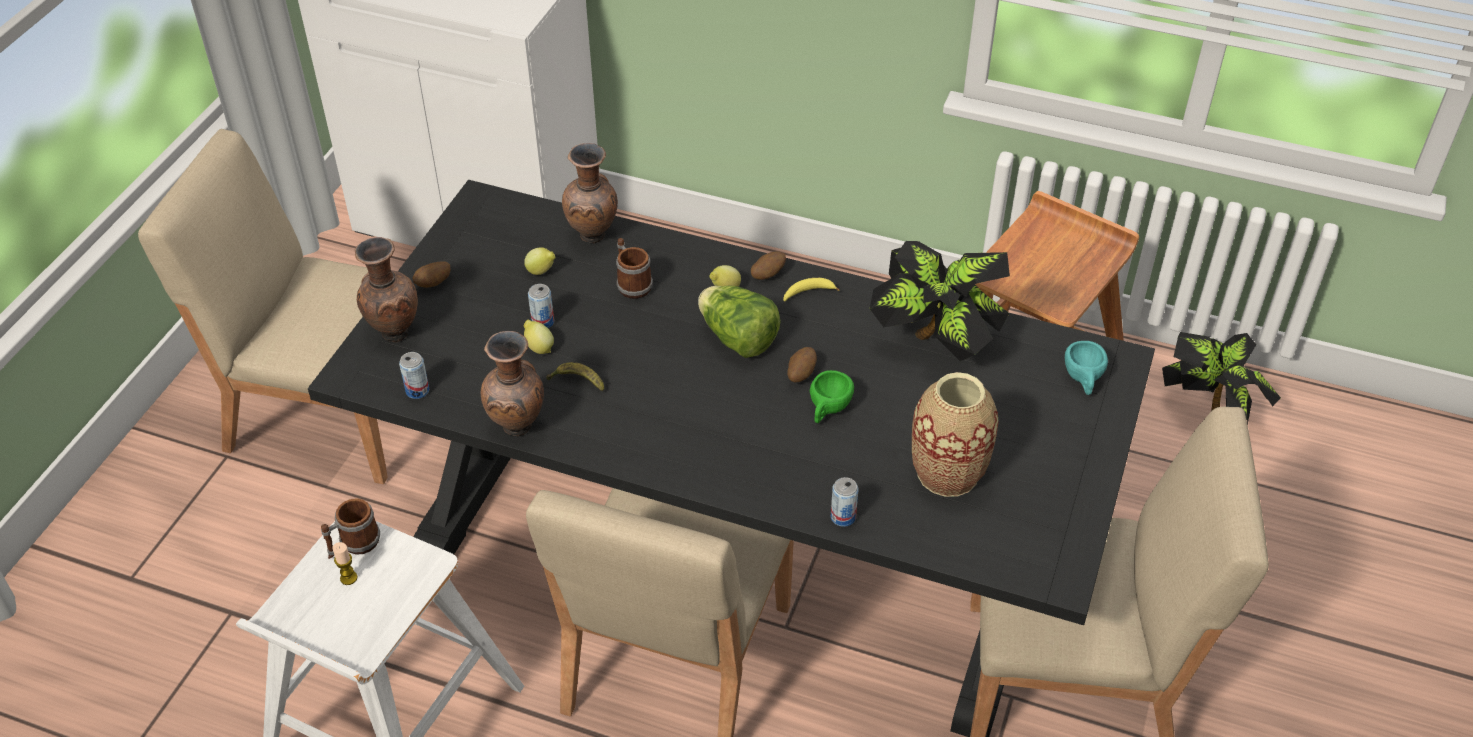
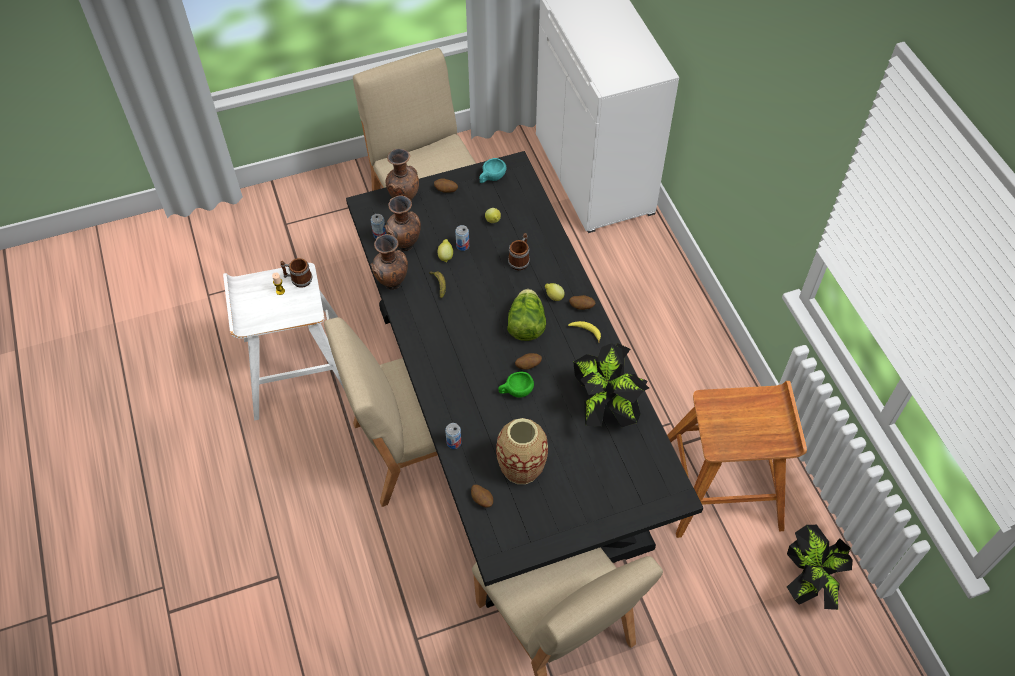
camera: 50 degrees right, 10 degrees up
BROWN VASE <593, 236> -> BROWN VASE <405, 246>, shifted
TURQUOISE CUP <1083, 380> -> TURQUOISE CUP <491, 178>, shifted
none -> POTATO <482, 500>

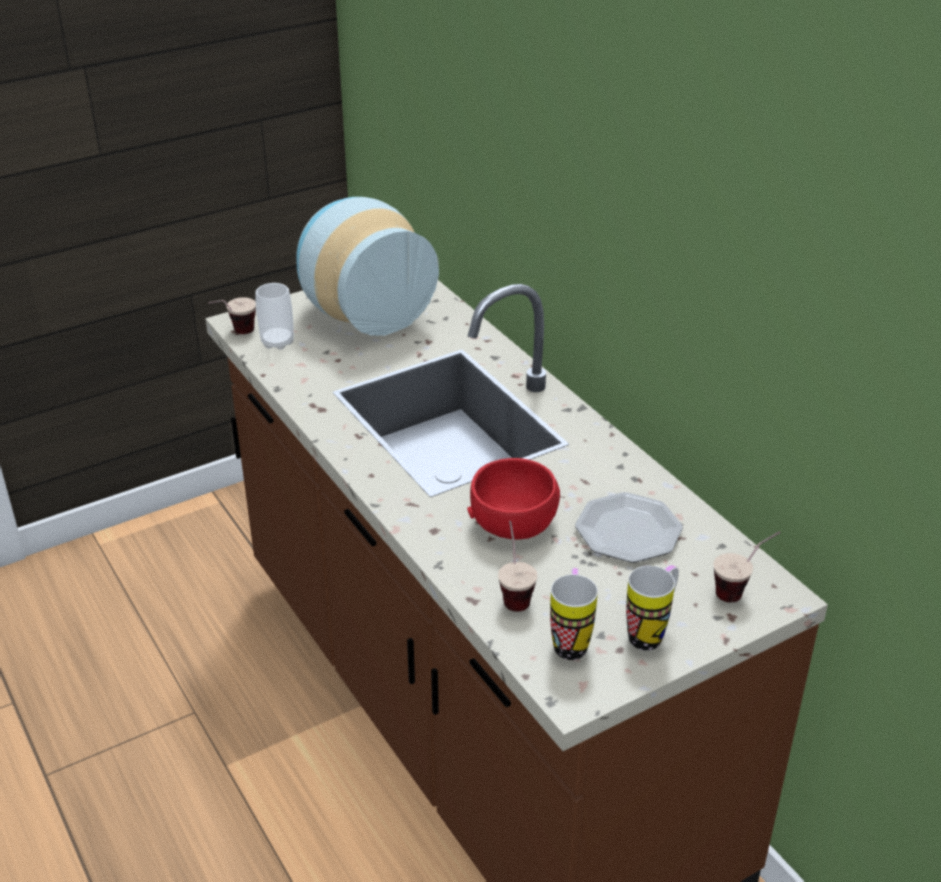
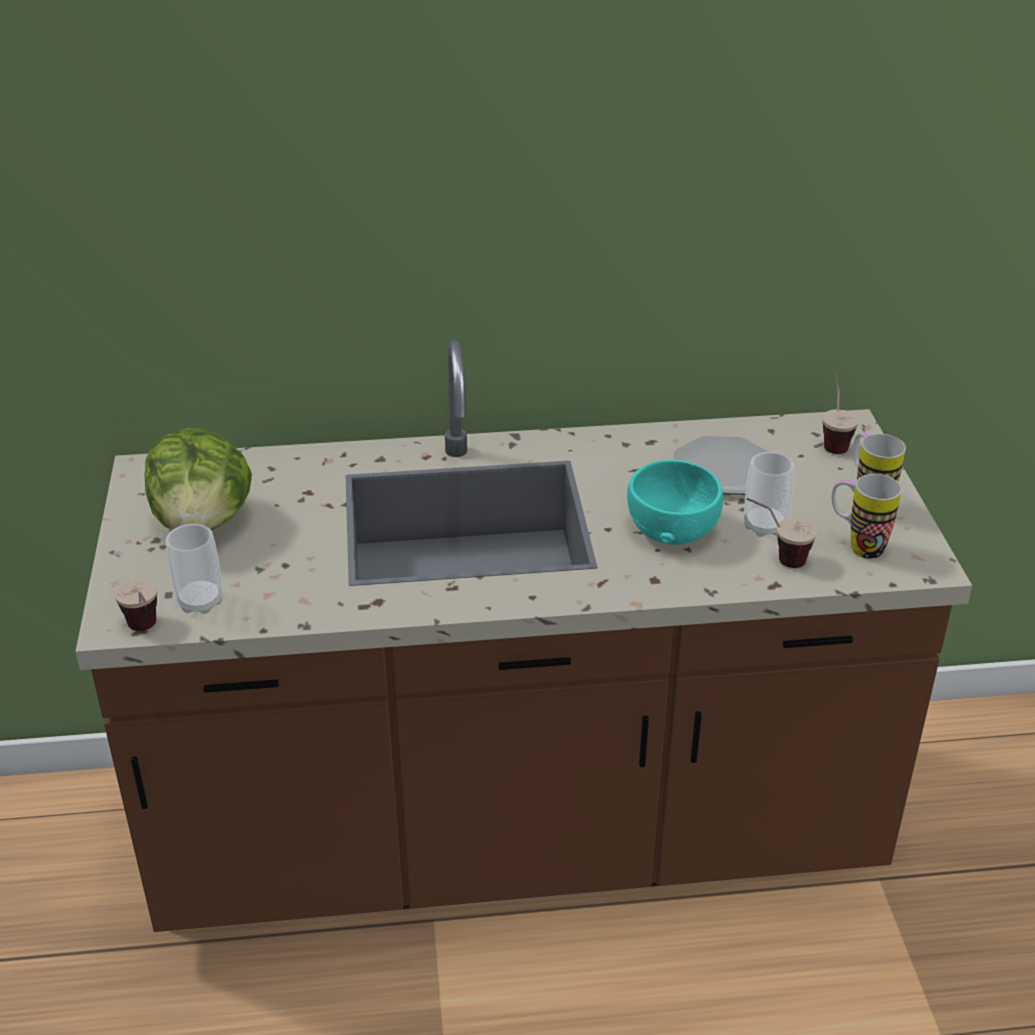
camera: 65 degrees left, 0 degrees up
VASE <363, 314> -> LETTUCE <203, 522>
RED BOWL <513, 522> -> TURQUOISE BOWL <671, 528>
none -> CUP <764, 526>

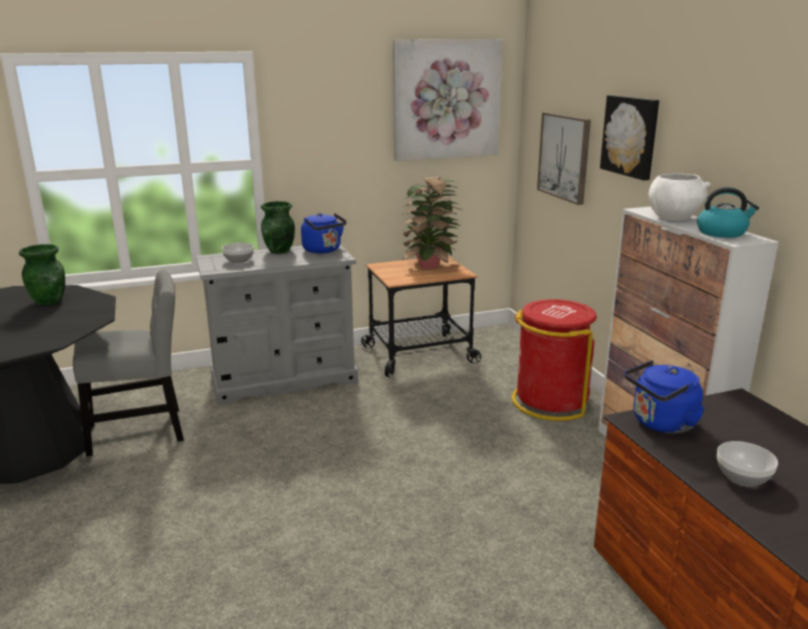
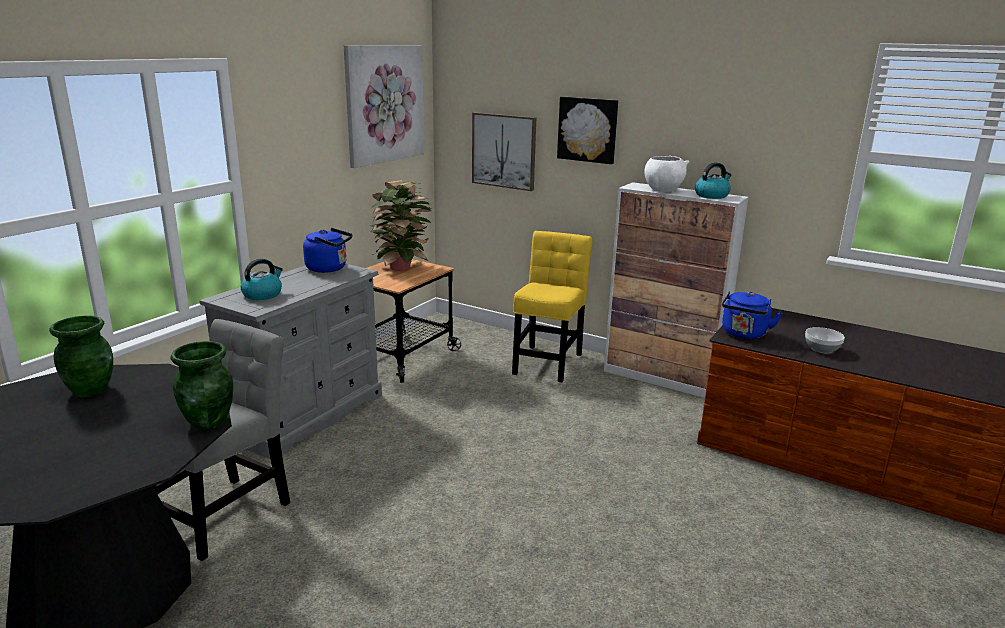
camera: 40 degrees left, 0 degrees up
BOWL <238, 260> -> KETTLE <263, 294>
GREEN VASE <280, 251> -> GREEN VASE <209, 422>, shifted
RED TRASH CAN <550, 401> -> YELLOW CHAIR <548, 361>

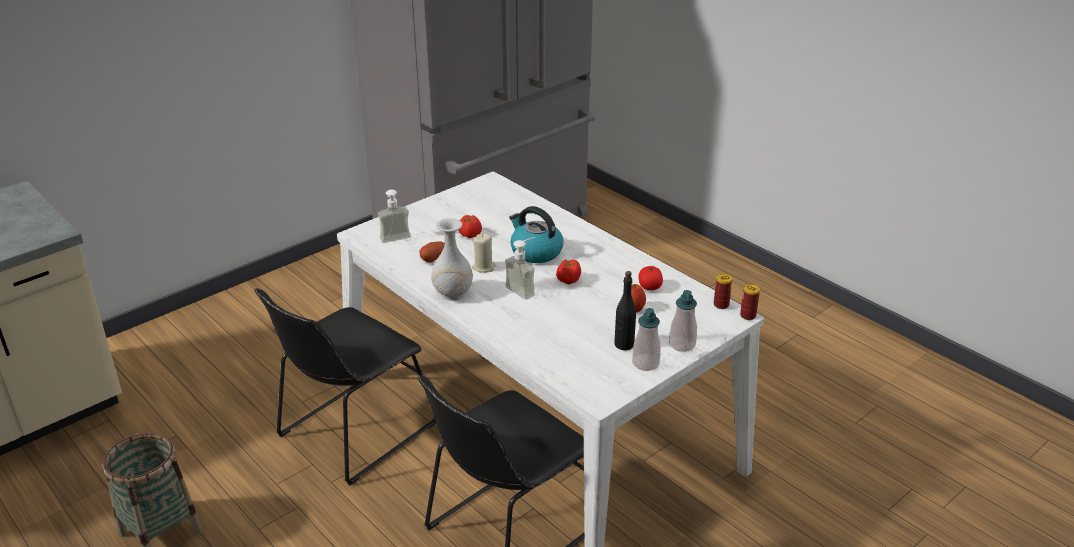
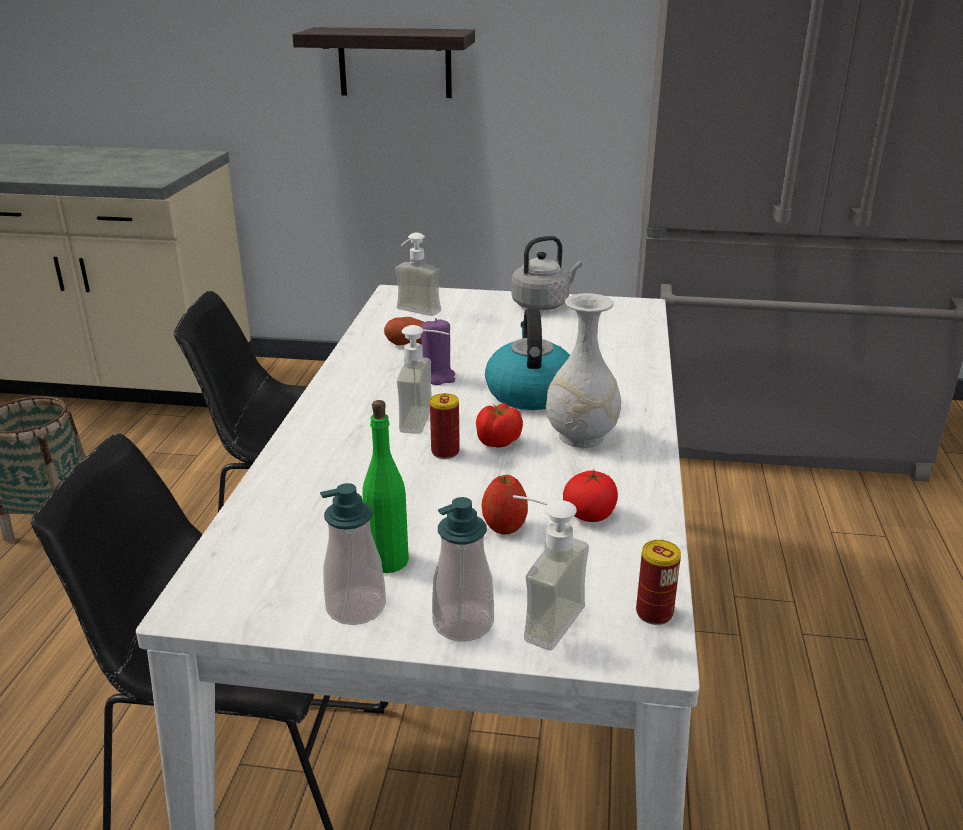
camera: 50 degrees right, 5 degrees down
WHITE VASE <452, 294> -> WHITE VASE <580, 437>, shifted
TOMATO <470, 235> -> none
BEIGE CANDLE <484, 267> -> PURPLE CANDLE <437, 377>
BLACK BOTTLE <624, 344> -> GREEN BOTTLE <387, 561>
CAN <748, 315> -> CAN <445, 452>, shifted
none -> SHELF <395, 62>
none -> GREY KETTLE <543, 304>
none -> SOAP DISPENSER <540, 618>

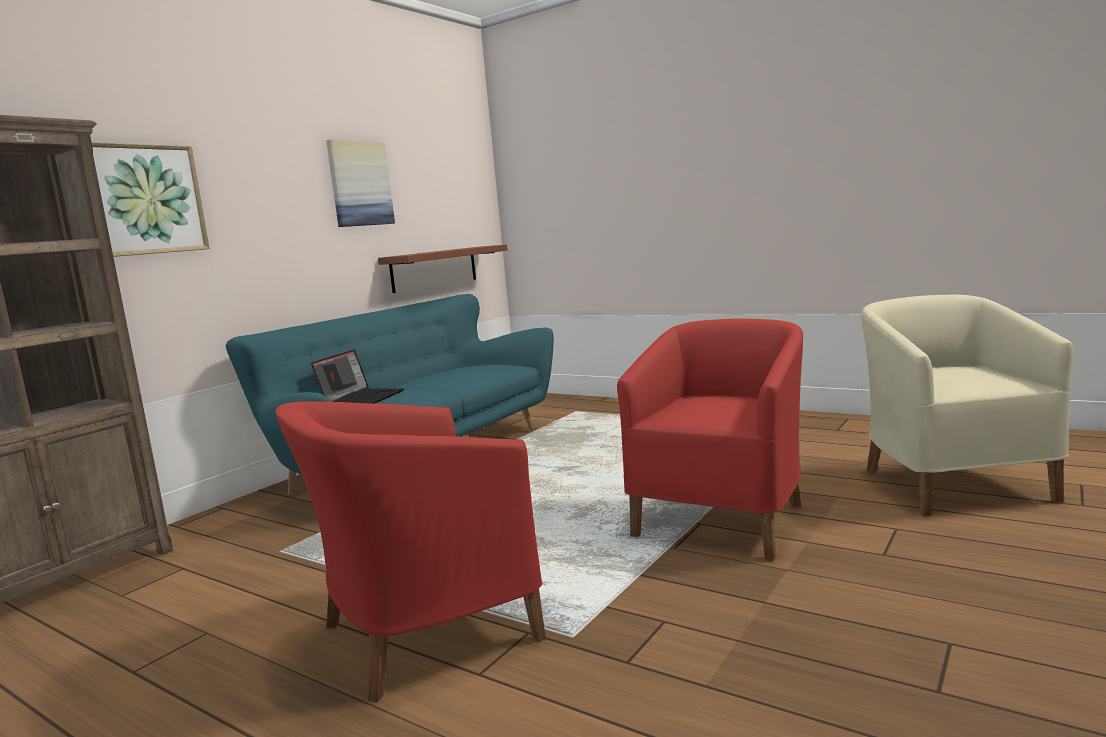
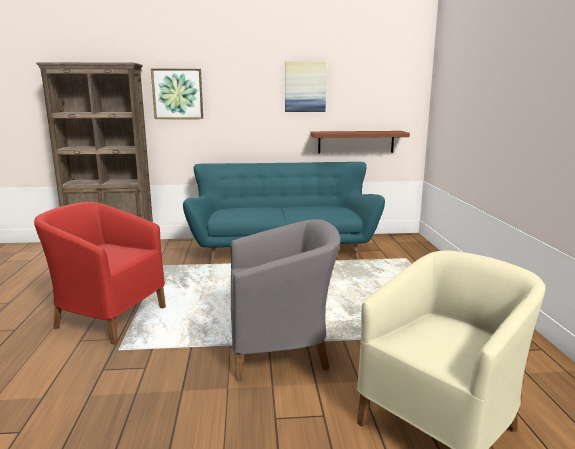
camera: 50 degrees right, 5 degrees up
LAPTOP <362, 399> -> none
RED ARMCHAIR <723, 519> -> GREY ARMCHAIR <281, 350>

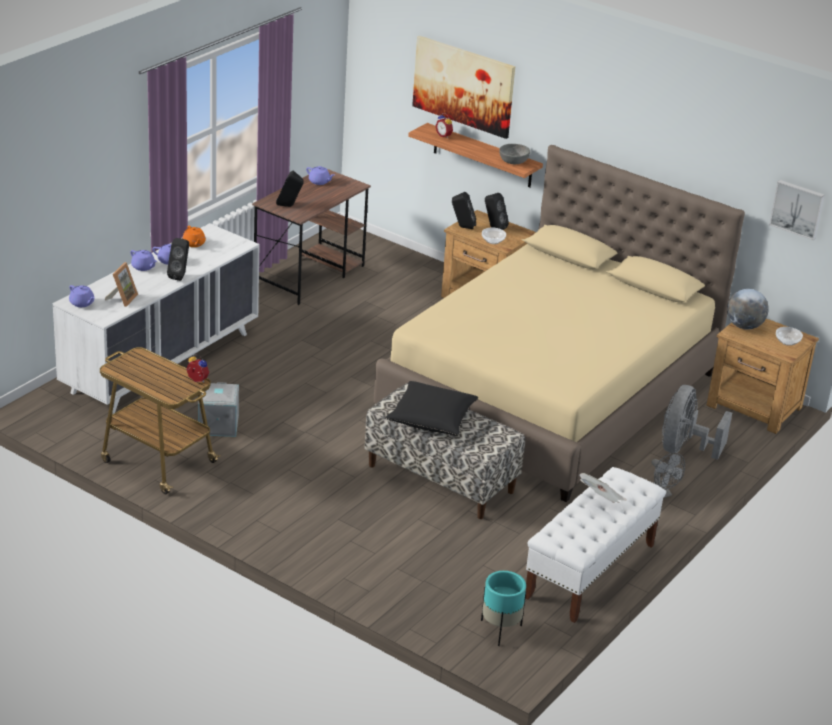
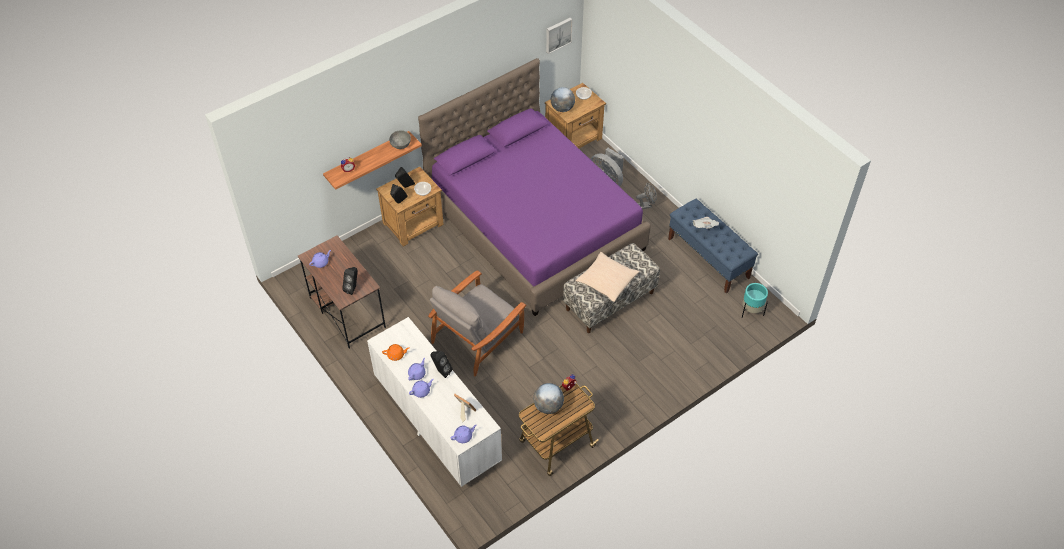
camera: 70 degrees left, 20 degrees up
GREY STORAGE BOX <217, 425> -> none
BEIGE BED <550, 394> -> PURPLE BED <535, 224>
BLACK PILLOW <432, 418> -> BEIGE PILLOW <607, 281>
PICTURE <463, 86> -> none
WHITE BENCH <590, 571> -> BLUE BENCH <708, 258>
none -> GREY ARMCHAIR <478, 337>
none -> GLOBE <548, 406>

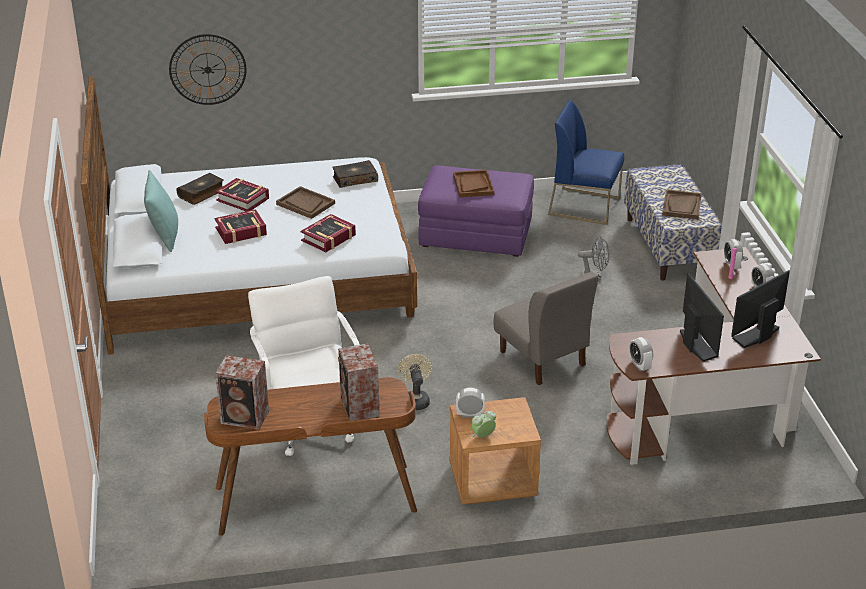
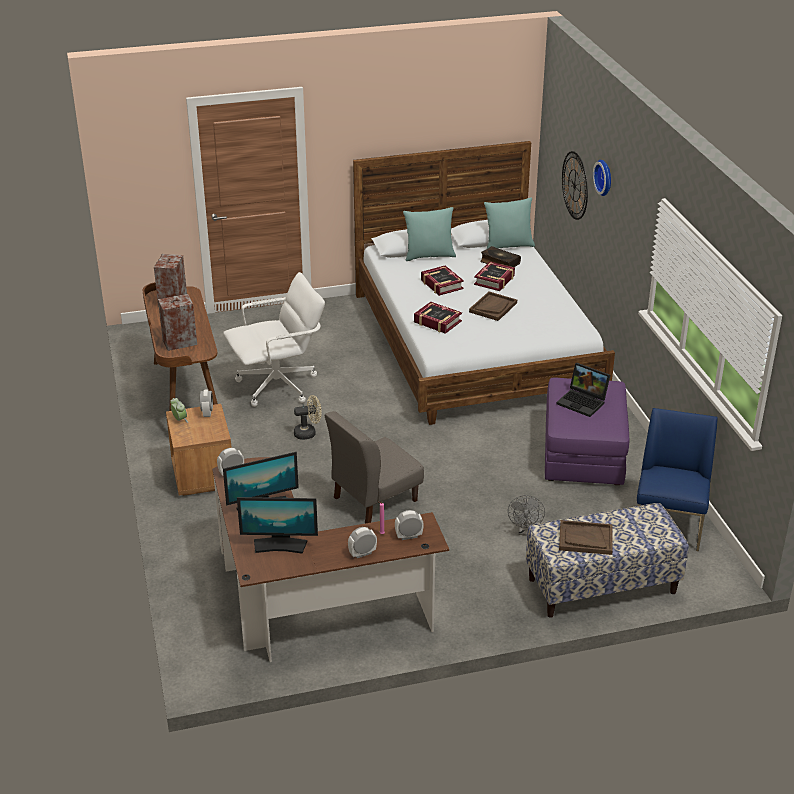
camera: 85 degrees right, 0 degrees up
BOOK <355, 179> -> none
BROWN TRAY <473, 185> -> LAPTOP <583, 402>
MONITOR <756, 335> -> MONITOR <280, 545>, 135 degrees clockwise
none -> TURQUOISE PILLOW <508, 246>
none -> WALL CLOCK <605, 177>

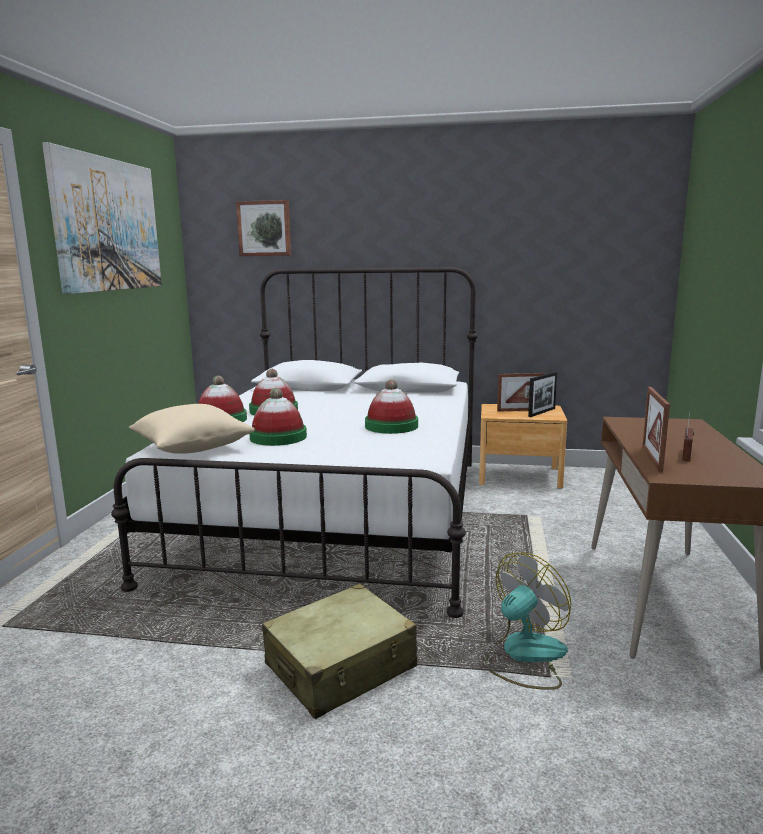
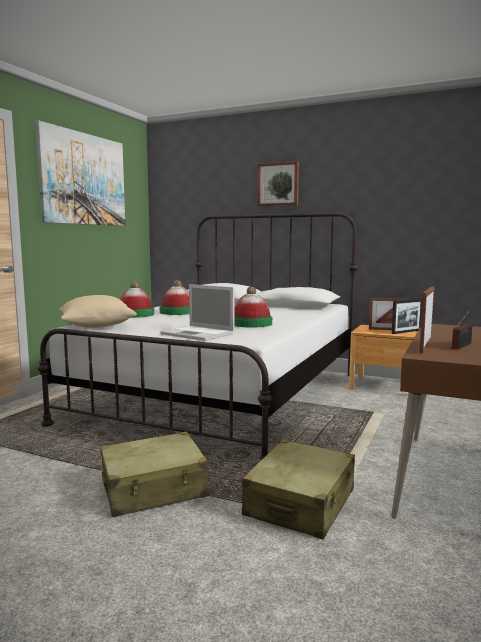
camera: 15 degrees right, 5 degrees down
PICTURE <264, 228> -> PICTURE <278, 184>, shifted
HAT <278, 437> -> none
FAN <524, 656> -> BEIGE SUITCASE <300, 503>
none -> LAPTOP <199, 334>

